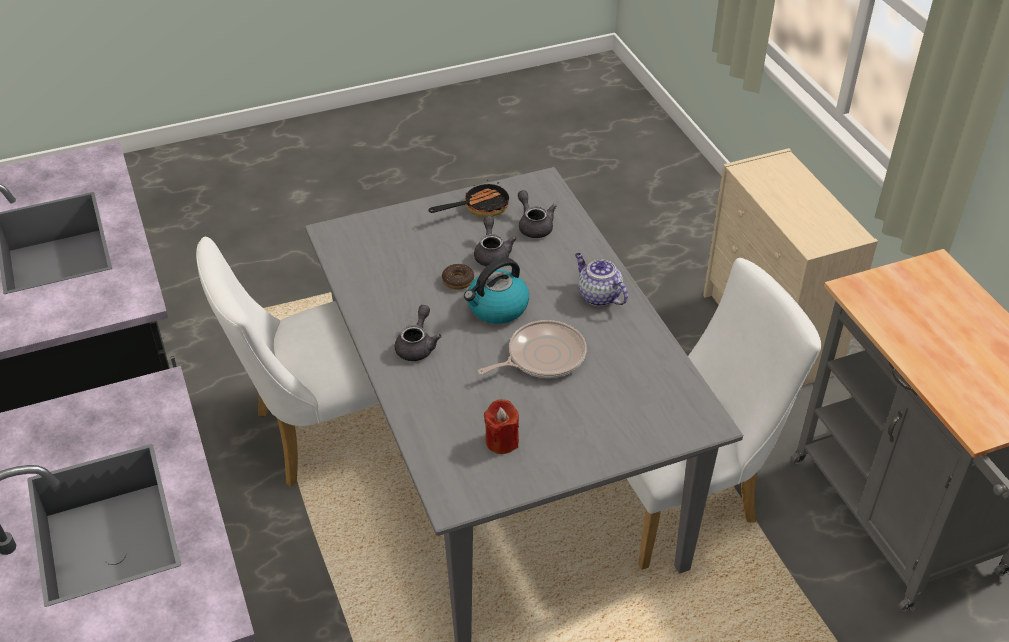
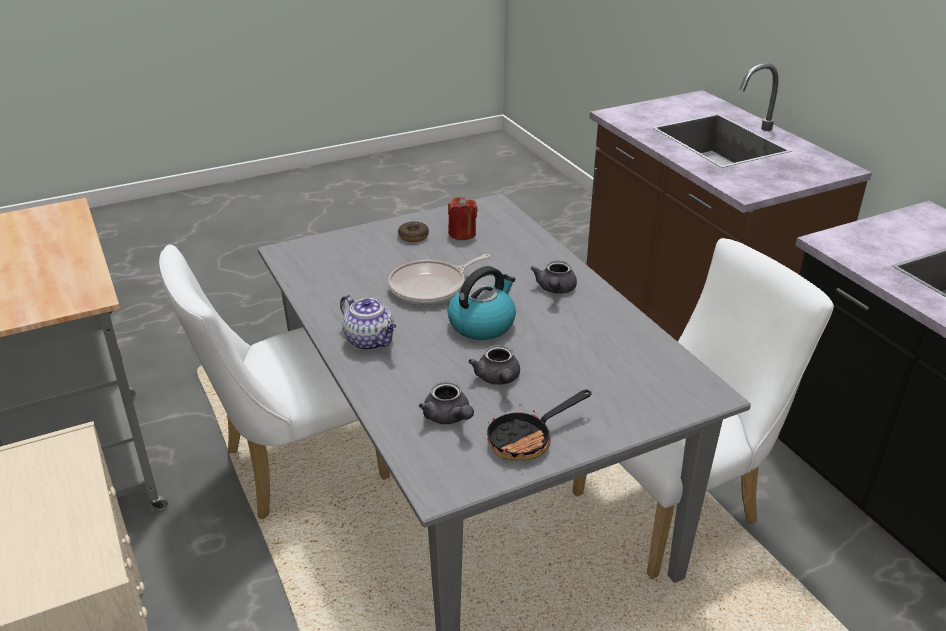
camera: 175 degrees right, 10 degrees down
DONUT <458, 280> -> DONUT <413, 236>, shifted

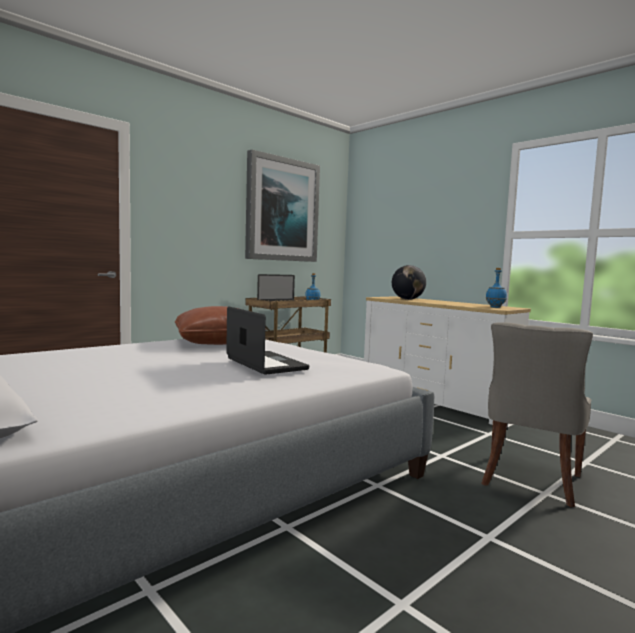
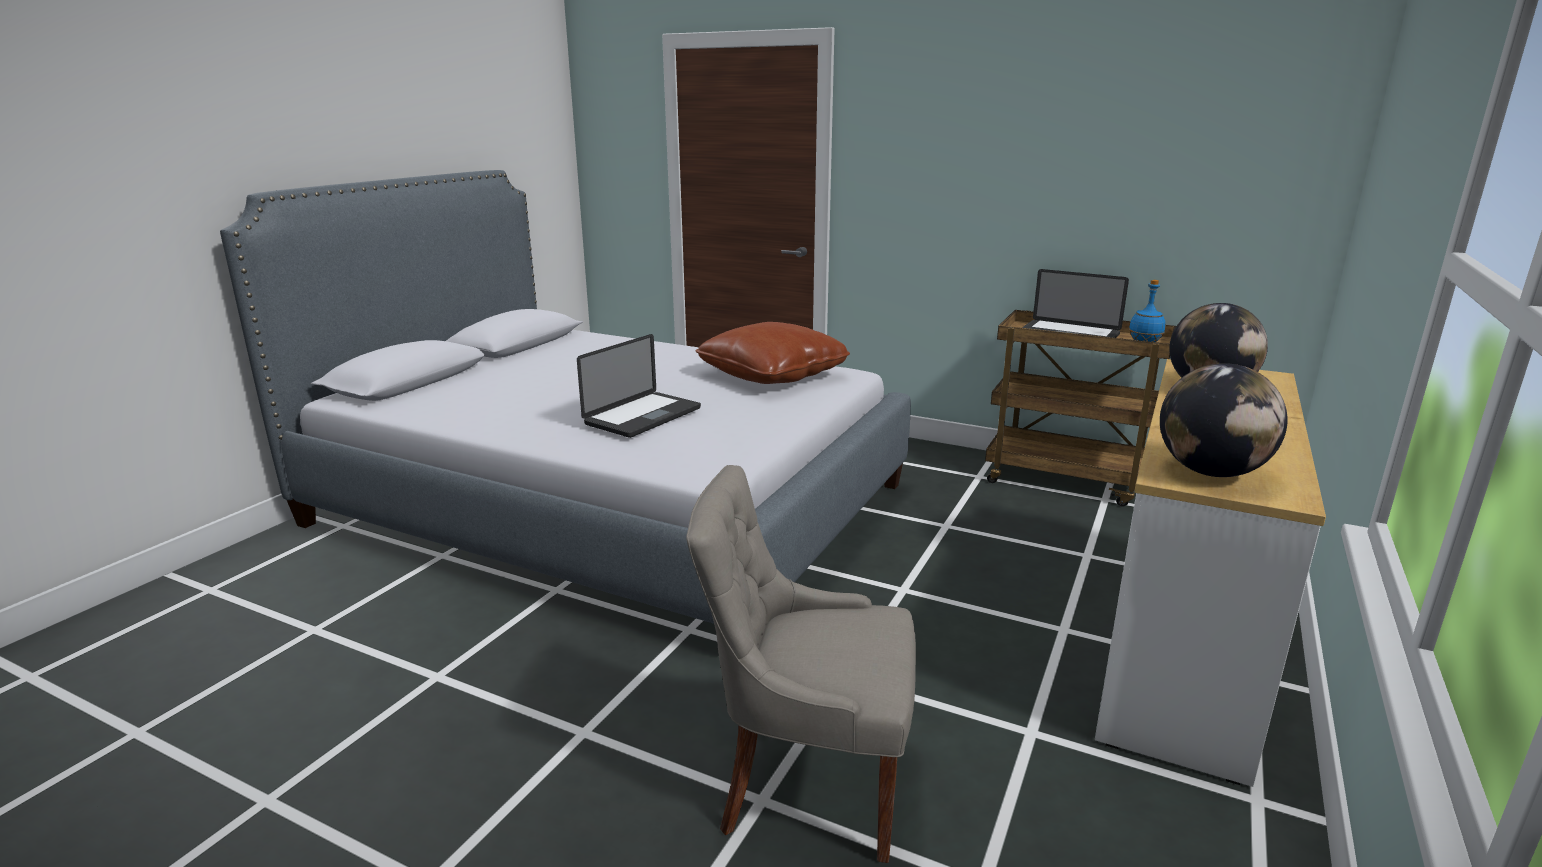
camera: 70 degrees right, 15 degrees up
PICTURE <282, 210> -> none
BLUE BOTTLE <495, 307> -> GLOBE <1211, 472>

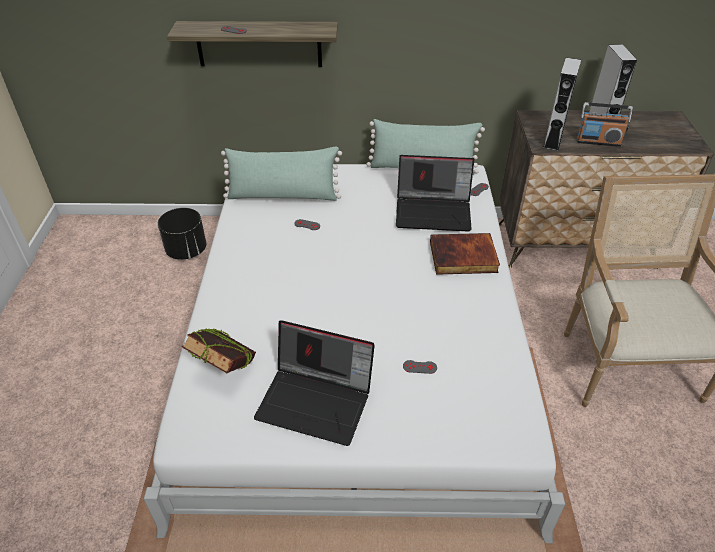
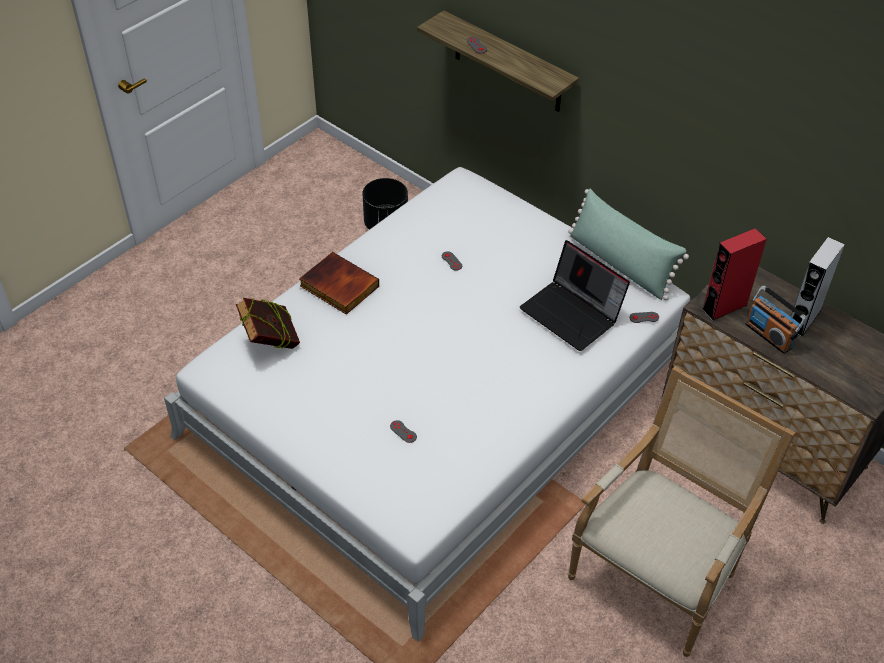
camera: 40 degrees right, 5 degrees up
GREEN PILLOW <283, 196> -> none
LAPTOP <317, 401> -> none
BOOK <462, 258> -> BOOK <338, 286>, shifted
GREY SPEAKER <553, 140> -> RED SPEAKER <724, 307>

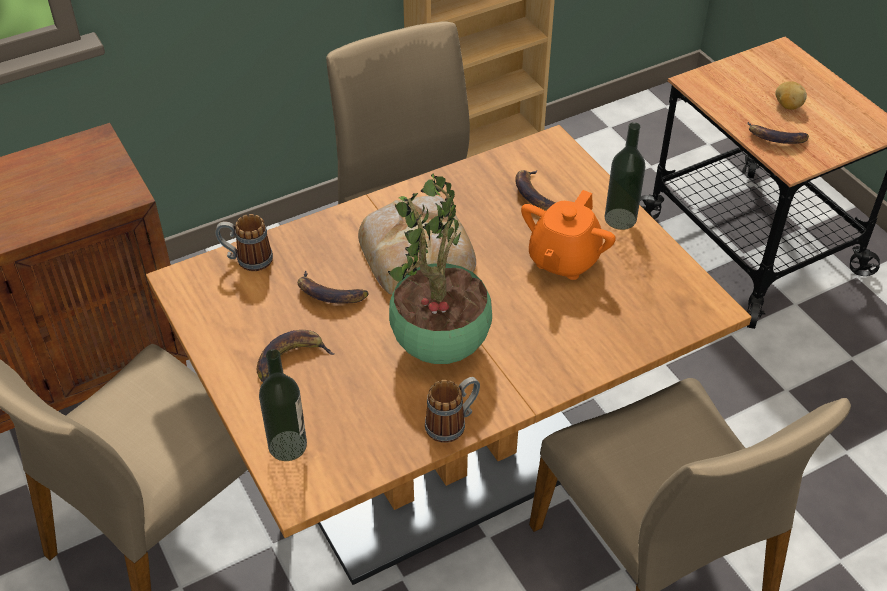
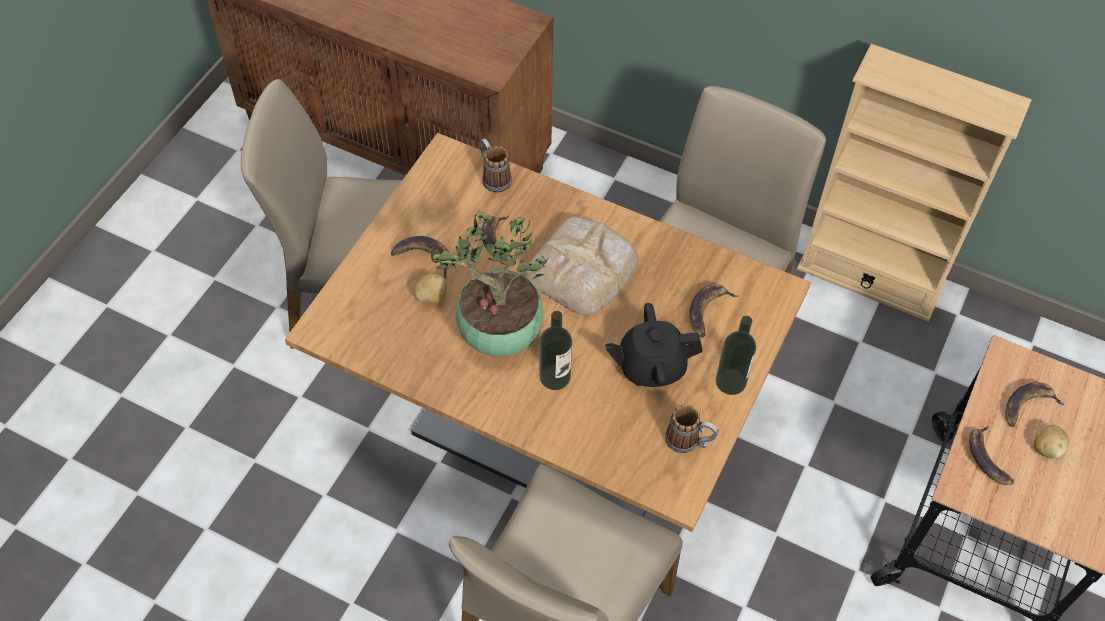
camera: 55 degrees right, 10 degrees up
BOTTLE <287, 446> -> BOTTLE <555, 377>, shifted
MUG <452, 423> -> MUG <689, 442>, shifted
ORANGE TEAPOT <563, 259> -> BLACK TEAPOT <651, 366>
none -> POTATO <431, 297>
none -> BANANA <1027, 405>

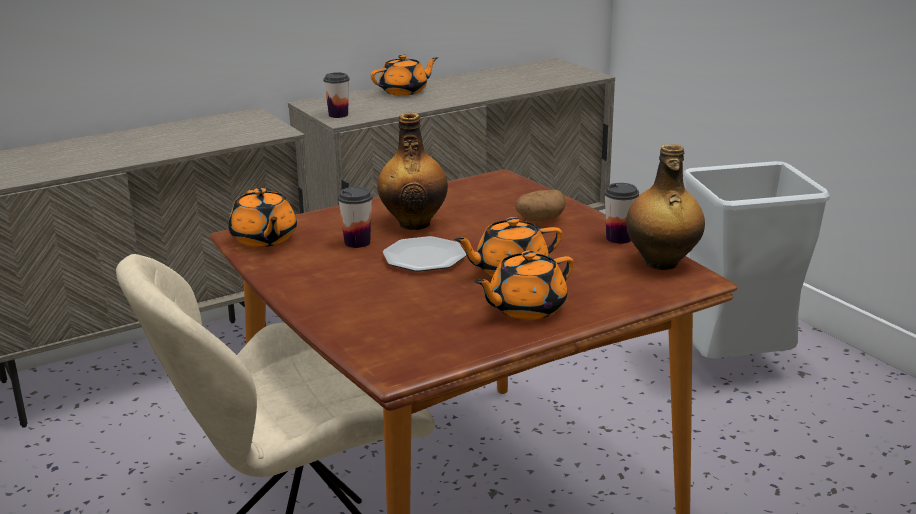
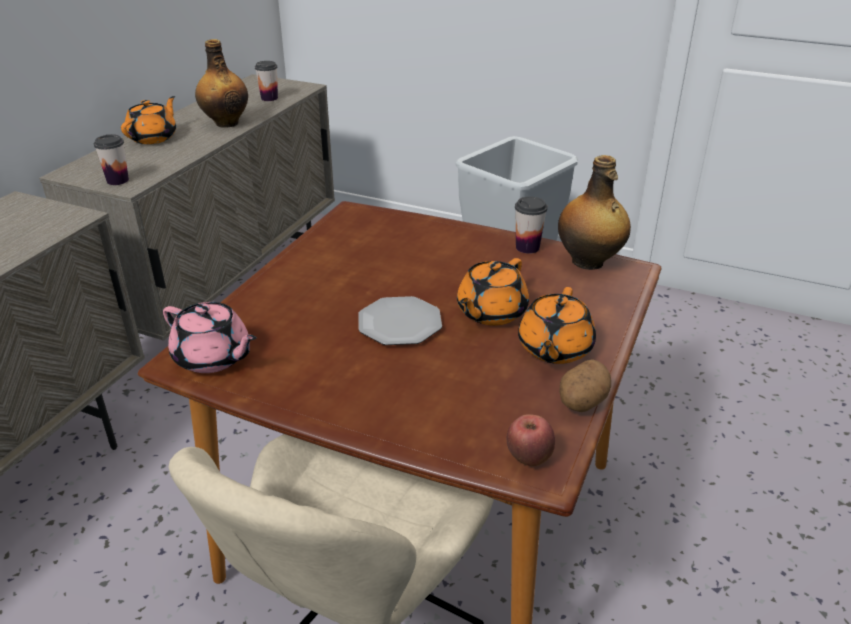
camera: 35 degrees left, 10 degrees up
ORANGE TEAPOT <264, 239> -> PINK TEAPOT <213, 358>
CUP <357, 242> -> CUP <269, 98>, shifted
BOTTLE <414, 223> -> BOTTLE <226, 123>, shifted
POTATO <540, 220> -> POTATO <581, 402>, shifted
none -> APPLE <529, 458>

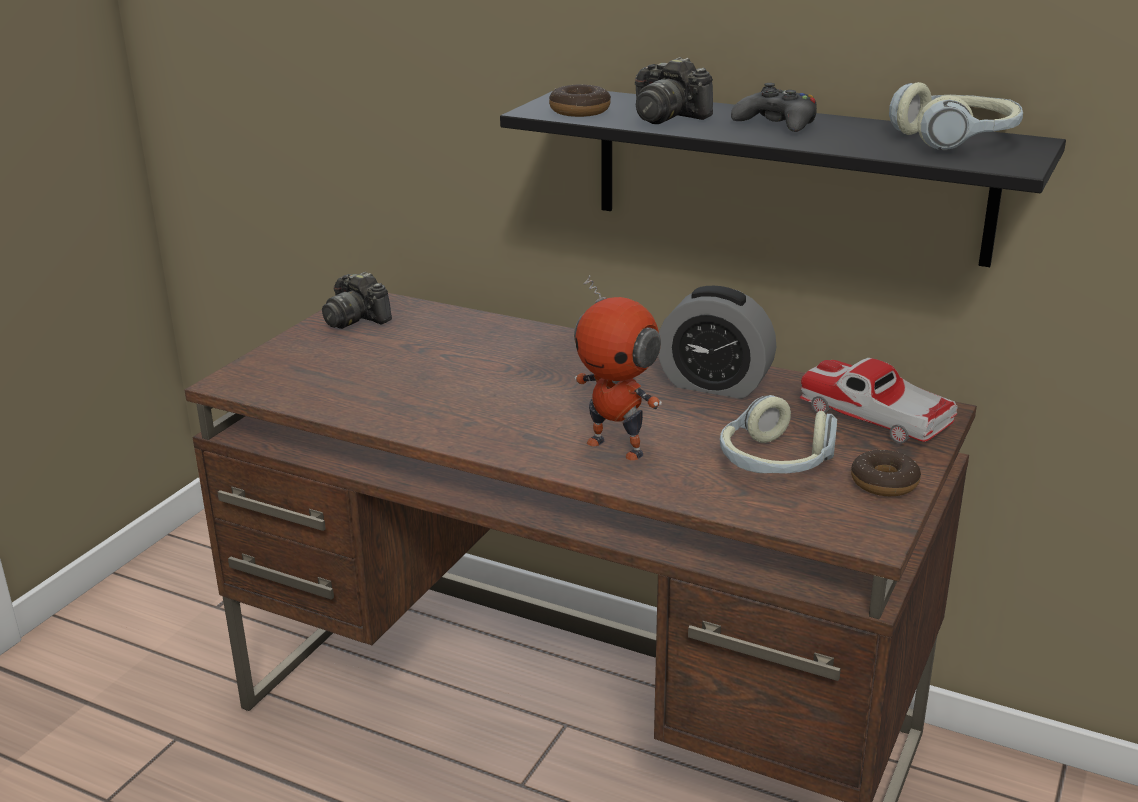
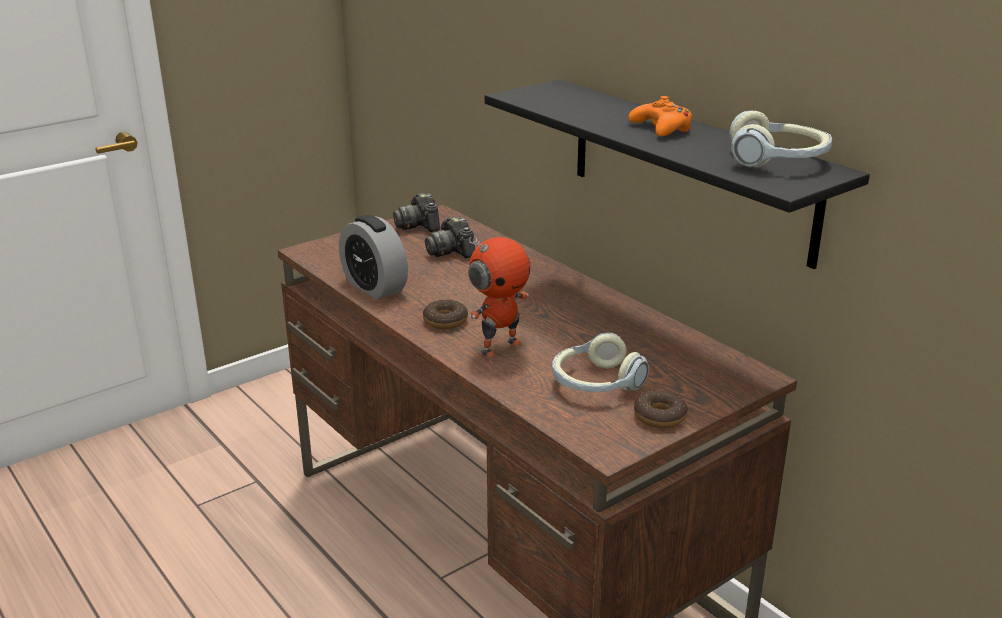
camera: 25 degrees right, 0 degrees up
DONUT <579, 111> -> DONUT <445, 321>, shifted
TOY ROBOT <617, 447> -> TOY ROBOT <499, 346>, 105 degrees counterclockwise
PHOTO CAMERA <667, 117> -> PHOTO CAMERA <451, 251>, shifted
ALARM CLOCK <714, 385> -> ALARM CLOCK <374, 287>, shifted
BLACK GAME CONTROLLER <777, 124> -> ORANGE GAME CONTROLLER <661, 128>
TOY CAR <875, 417> -> none

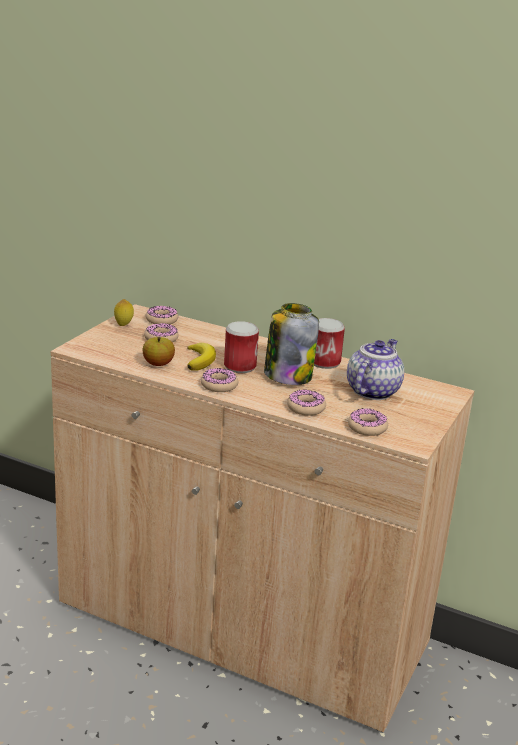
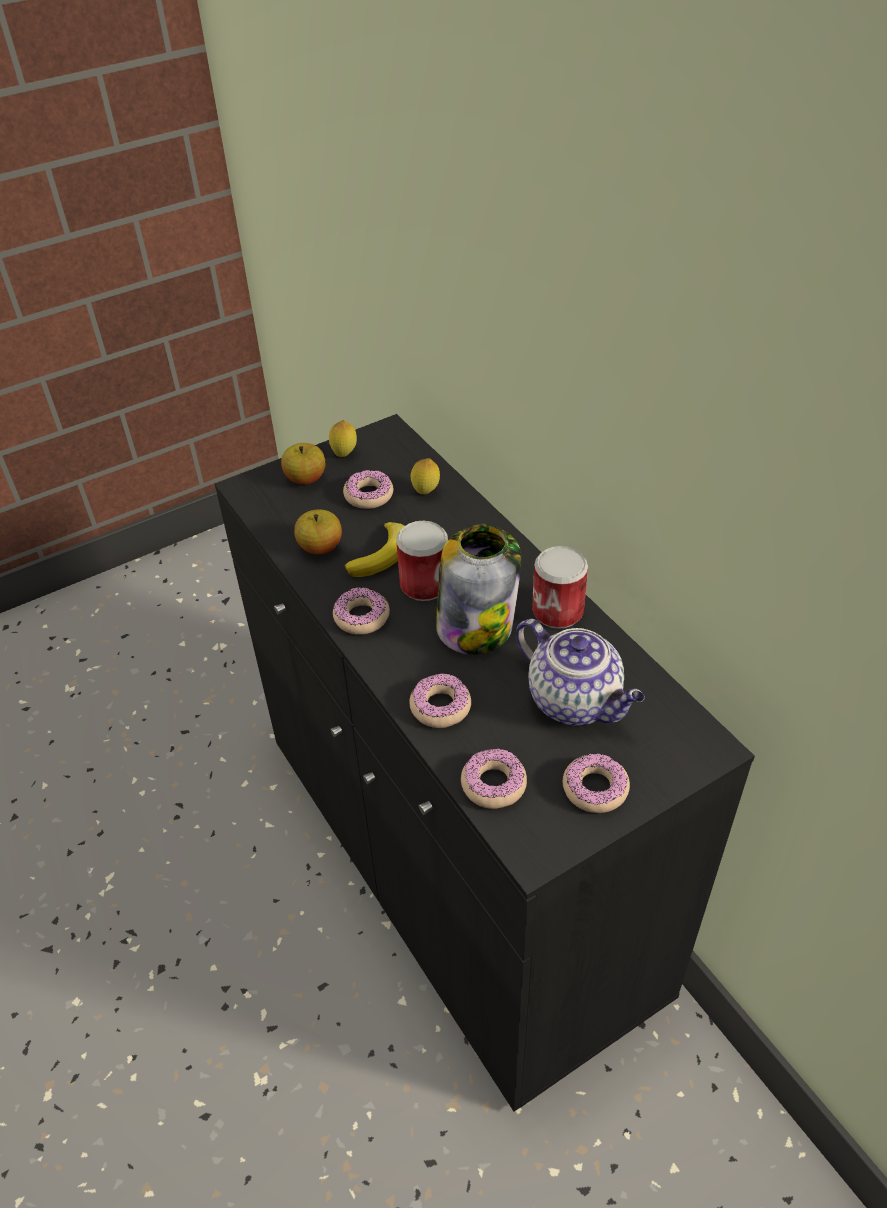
camera: 35 degrees right, 20 degrees up
BEIGE CABINET <241, 626> -> BLACK CABINET <455, 862>
DONUT <161, 320> -> DONUT <595, 788>, shifted
TEAPOT <372, 391> -> TEAPOT <576, 701>, 75 degrees clockwise
none -> APPLE <305, 479>
none -> LEMON <426, 492>

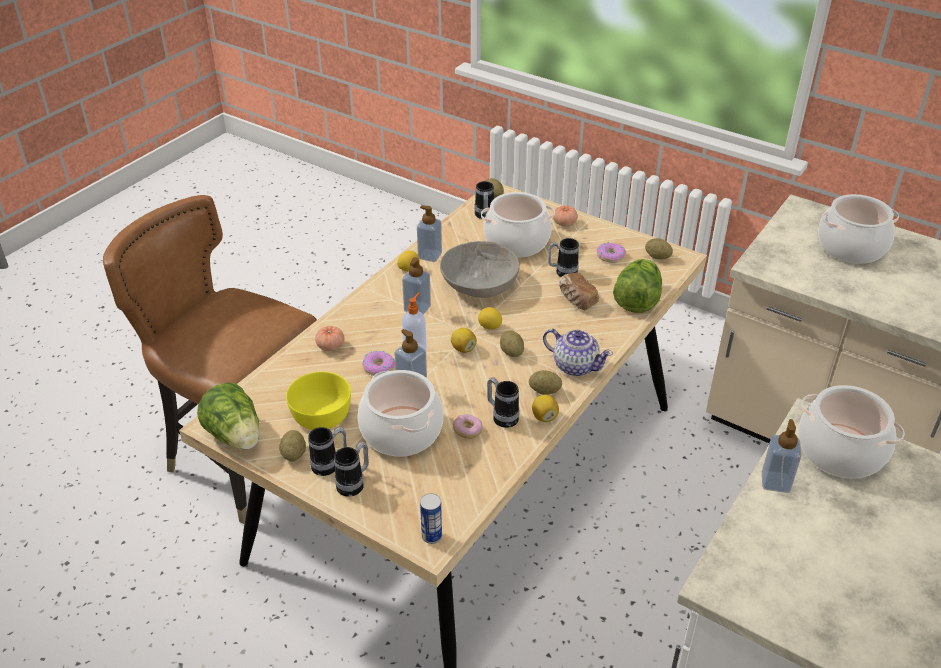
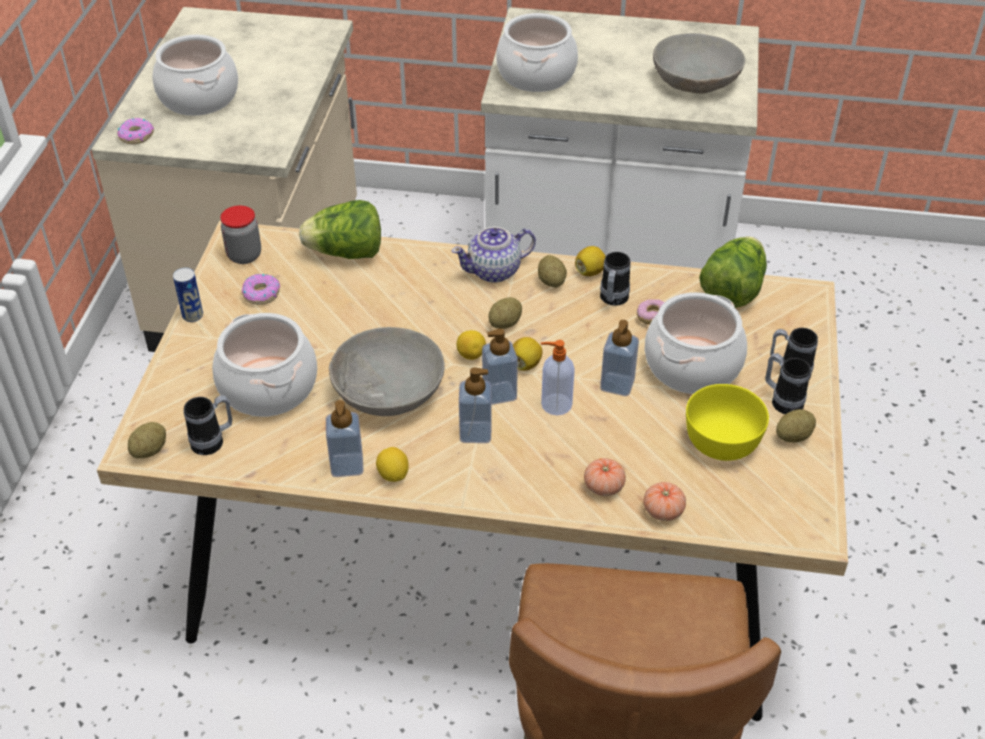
camera: 115 degrees left, 5 degrees up
LETTUCE <236, 436> -> LETTUCE <732, 290>, shifted
DONUT <378, 367> -> DONUT <136, 136>, shifted
CAN <431, 536> -> CAN <192, 315>, shifted
TEAPOT <575, 365> -> TEAPOT <495, 271>, 120 degrees counterclockwise
MUG <562, 273> -> none
TOMATO <564, 223> -> TOMATO <663, 511>, shifted
BREAD <576, 300> -> none
POTATO <657, 257> -> JAR <244, 255>
SOAP DISPENSER <775, 482> -> SOAP DISPENSER <499, 393>, shifted
none -> GREY BOWL <696, 81>

